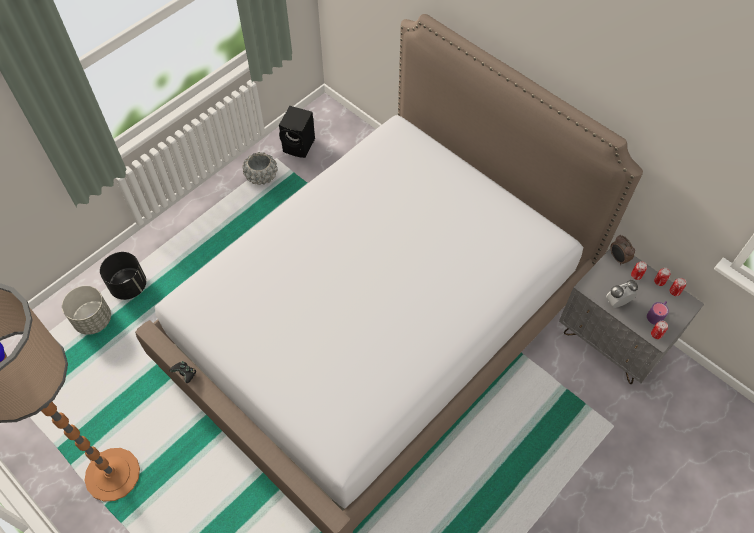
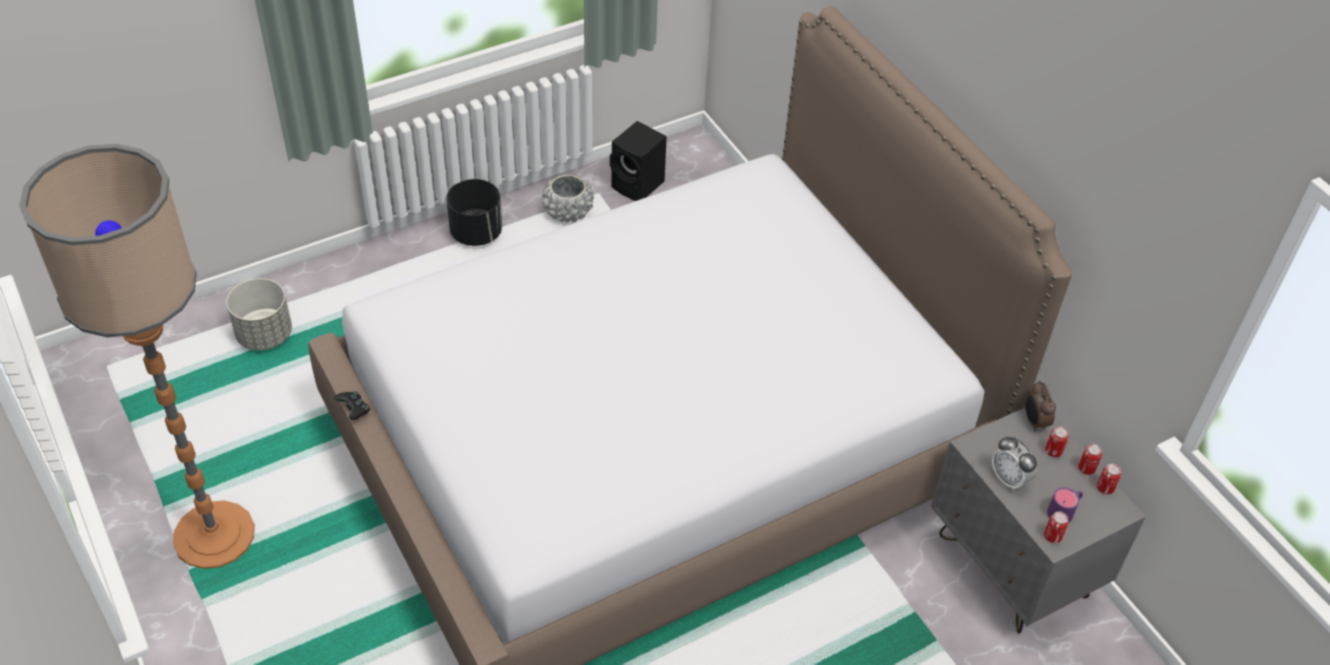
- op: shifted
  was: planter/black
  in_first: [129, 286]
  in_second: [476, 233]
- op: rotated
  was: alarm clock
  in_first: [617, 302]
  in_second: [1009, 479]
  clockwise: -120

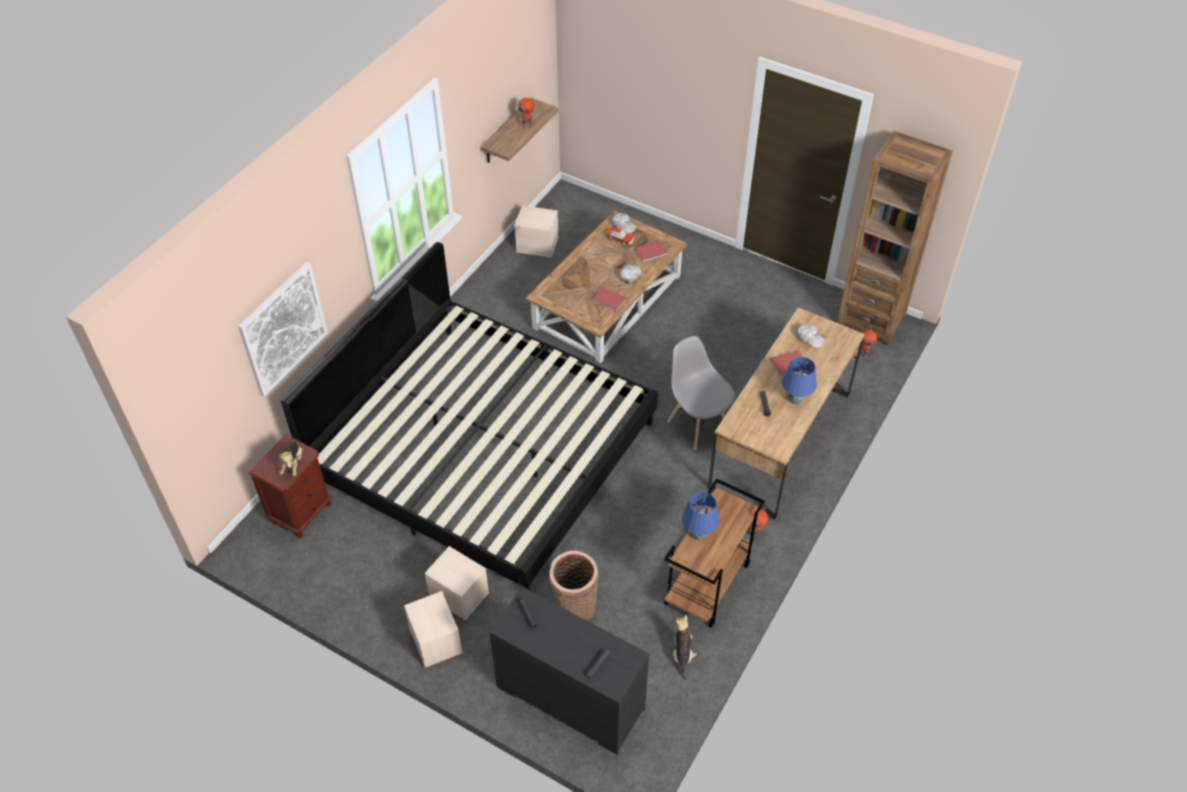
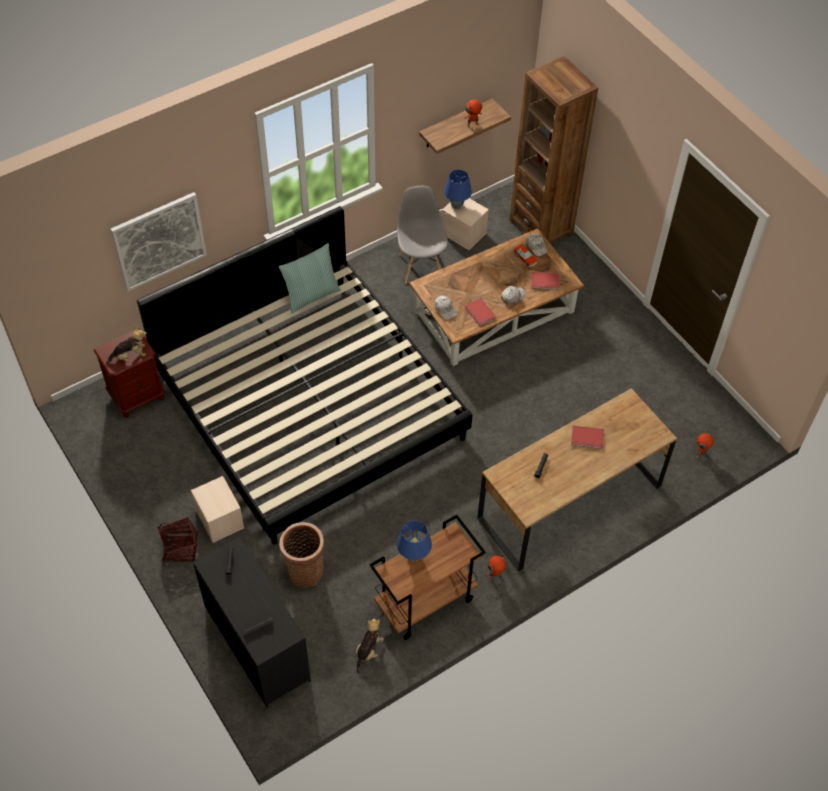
- op: rotated
  was: plush toy
  in_first: [293, 464]
  in_second: [130, 356]
  clockwise: -135
- op: swapped
  was: storage box/beige
  now: basket
  in_first: [434, 640]
  in_second: [180, 548]
- op: shifted
  was: chair/grey
  in_first: [697, 424]
  in_second: [421, 265]
- op: shifted
  was: table lamp/blue
  in_first: [796, 400]
  in_second: [457, 206]
- op: shifted
  was: cap/white
  in_first: [810, 338]
  in_second: [445, 309]
- op: shifted
  was: bookcase/brown
  in_first: [870, 321]
  in_second: [541, 227]
- op: new
  now: pillow
  in_second: [311, 295]

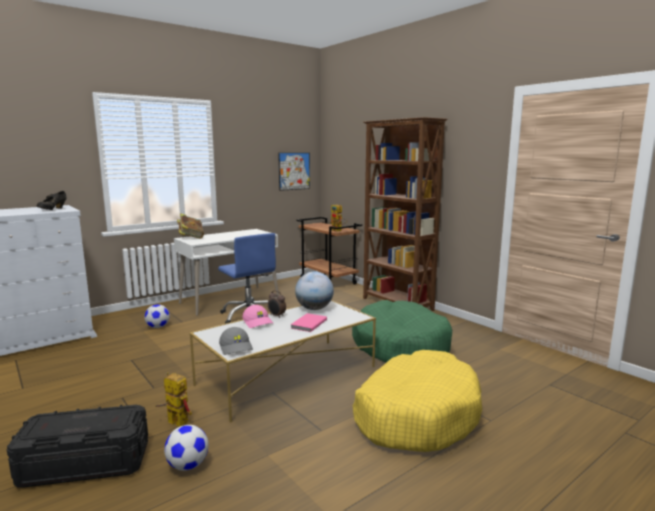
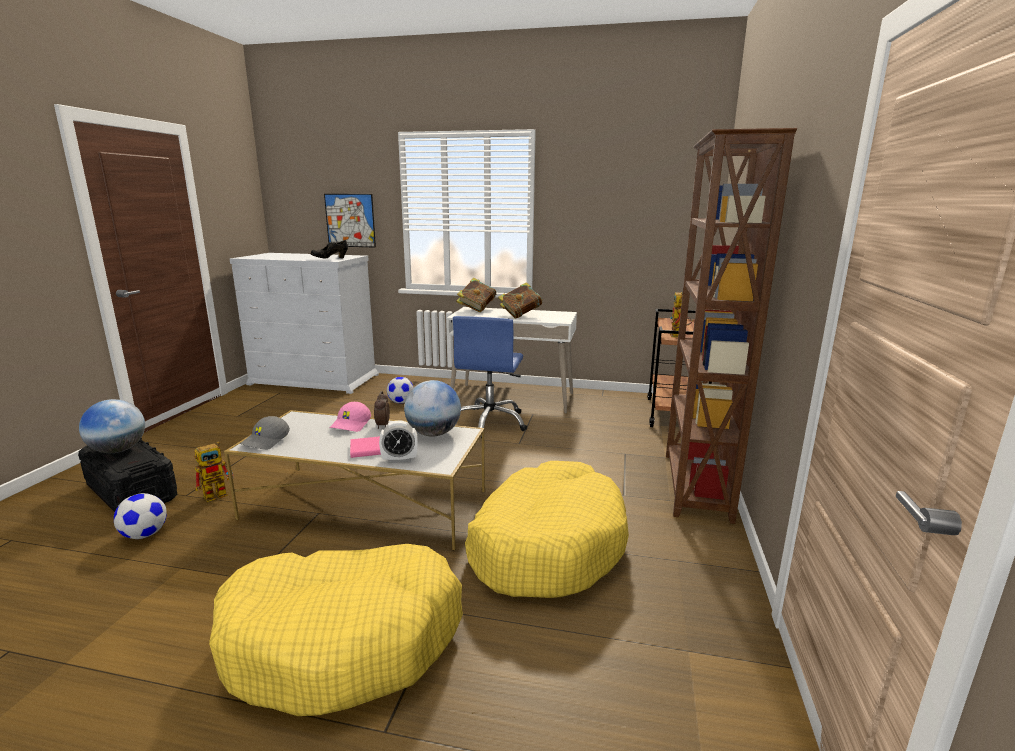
- op: rotated
  was: toy robot
  in_first: [174, 422]
  in_second: [220, 493]
  clockwise: 60
- op: shifted
  was: picture
  in_first: [294, 171]
  in_second: [350, 220]
- op: repainted
  was: dog bed/green
  now: dog bed/yellow
  in_first: [400, 346]
  in_second: [546, 545]
- op: new
  now: globe
  in_second: [118, 450]
- op: new
  now: alarm clock
  in_second: [399, 459]
- op: new
  now: book
  in_second: [520, 315]

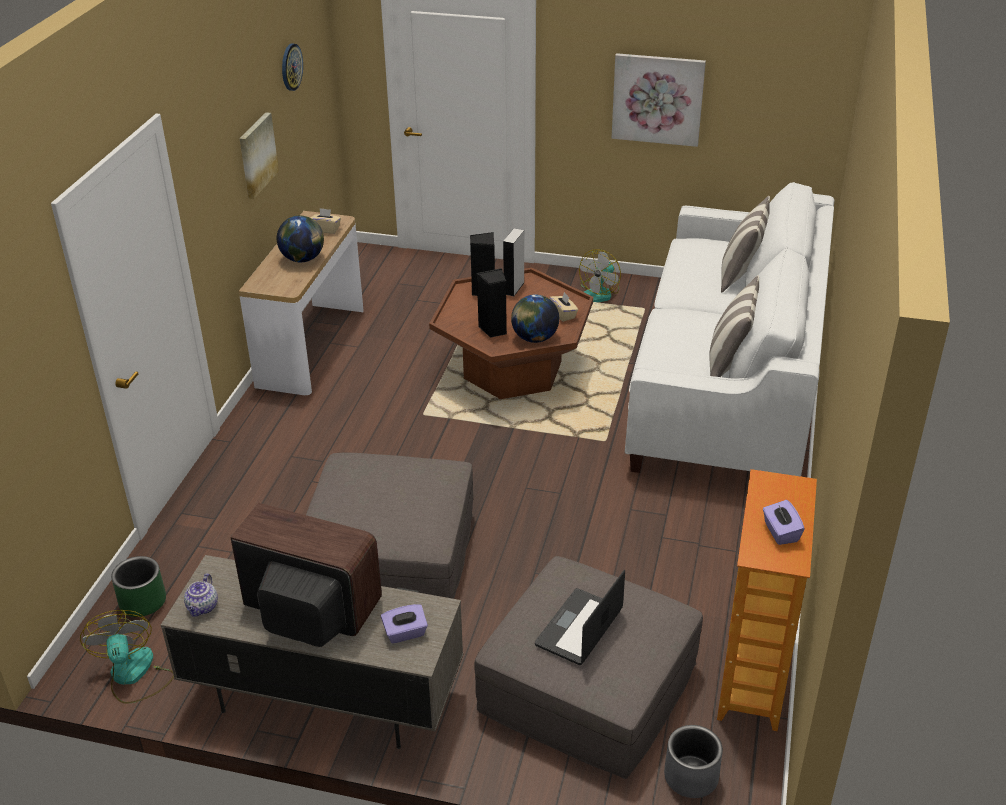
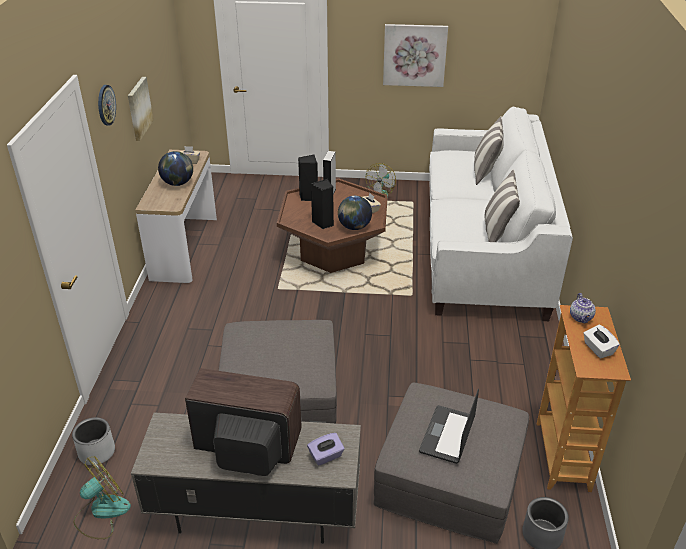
- op: rotated
  was: fan
  in_first: [134, 675]
  in_second: [102, 512]
  clockwise: 75
- op: repainted
  was: planter/green
  now: planter/grey
  in_first: [143, 601]
  in_second: [97, 452]
- op: shifted
  was: teapot
  in_first: [203, 607]
  in_second: [581, 318]
- op: shifted
  was: wall clock
  in_first: [291, 67]
  in_second: [105, 105]
- op: repainted
  was: tissue box/purple
  now: tissue box/white
  in_first: [780, 532]
  in_second: [598, 349]

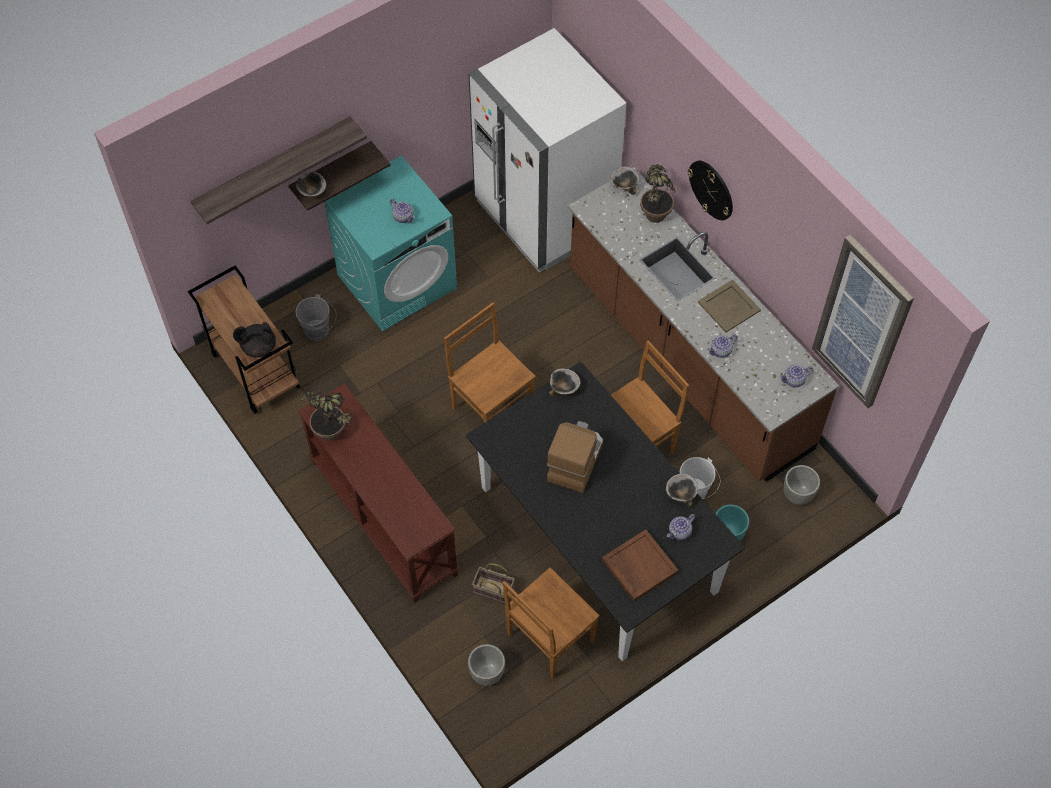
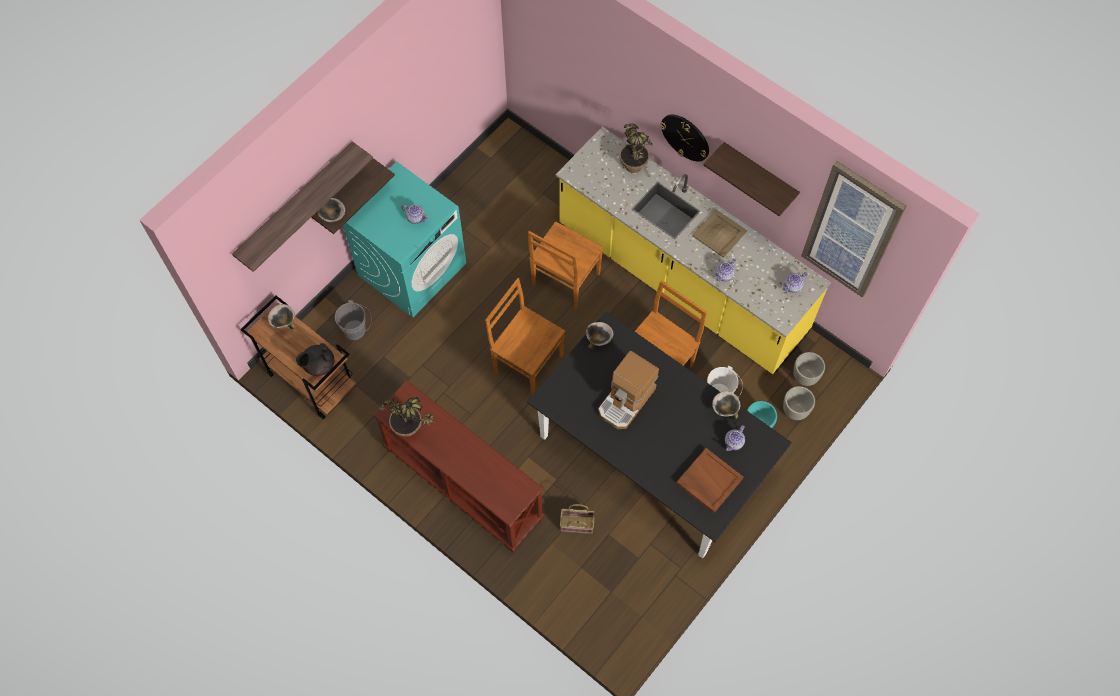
- op: shifted
  was: planter/grey
  in_first: [487, 673]
  in_second: [795, 411]
- op: gone
  was: fridge/white
  in_first: [544, 215]
- op: shifted
  was: chair/brown
  in_first: [548, 639]
  in_second: [564, 280]
- op: rotated
  was: coffee machine
  in_first: [574, 460]
  in_second: [627, 401]
  clockwise: -150
- op: repainted
  was: counter/brown
  now: counter/yellow
  in_first: [687, 360]
  in_second: [680, 281]
- op: shifted
  was: bowl
  in_first: [624, 185]
  in_second: [283, 321]
- op: new
  now: shelf
  in_second: [759, 175]

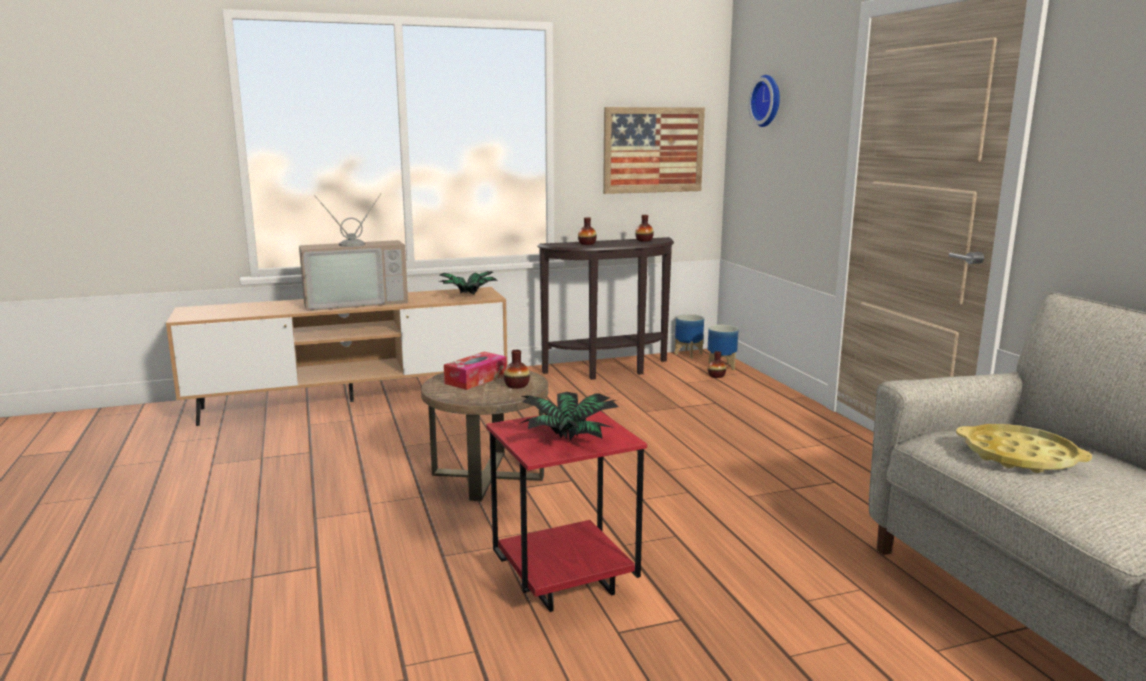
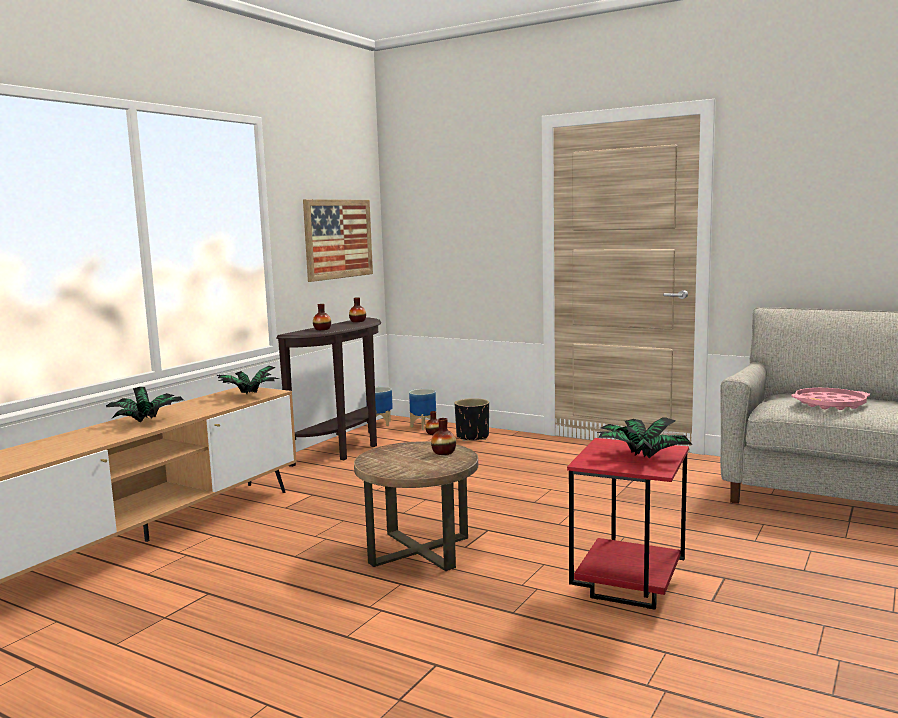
- op: swapped
  was: television
  now: potted plant
  in_first: [356, 302]
  in_second: [147, 421]
- op: gone
  was: tissue box
  in_first: [476, 379]
- op: gone
  was: wall clock
  in_first: [768, 101]
- op: repainted
  was: tray/yellow
  now: tray/pink
  in_first: [1019, 456]
  in_second: [830, 404]
- op: new
  now: planter/black
  in_second: [472, 437]

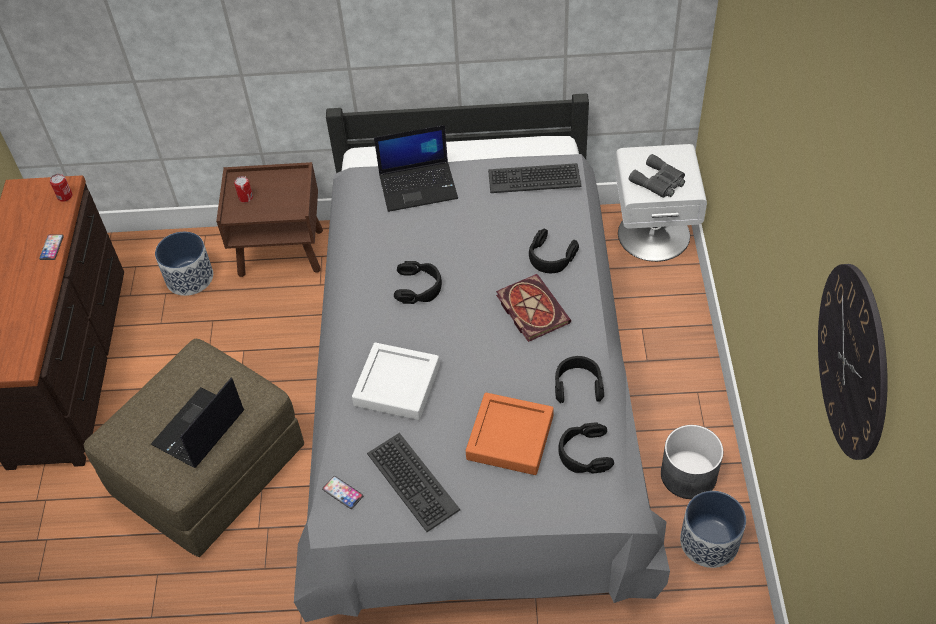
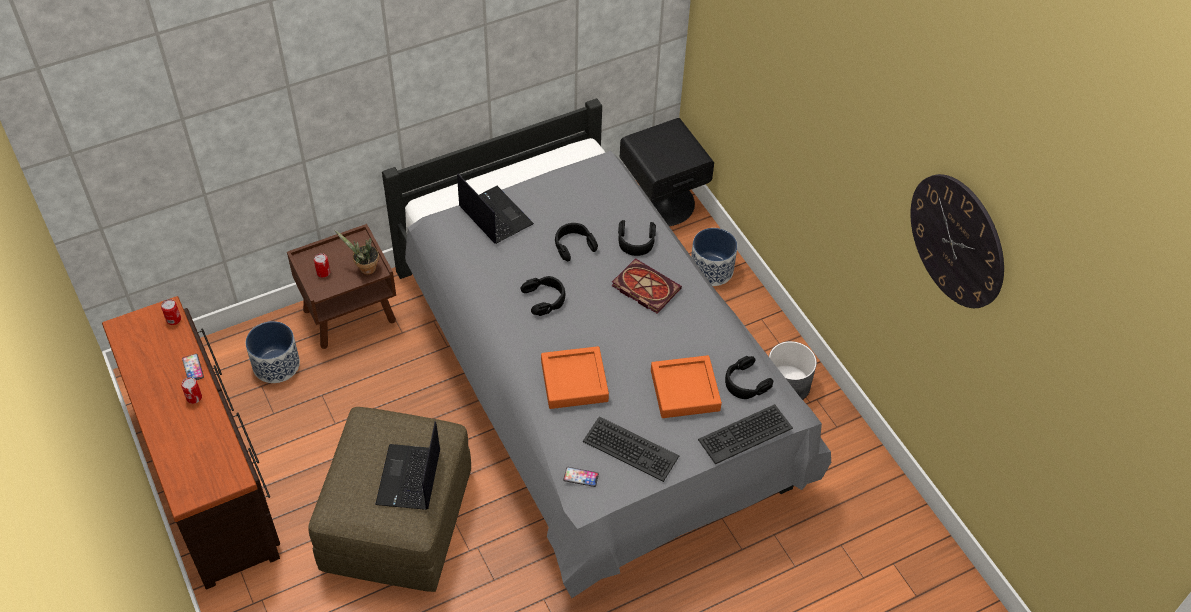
- op: repainted
  was: tray/white
  now: tray/orange
  in_first: [397, 385]
  in_second: [574, 381]
- op: rotated
  was: laptop
  in_first: [419, 186]
  in_second: [494, 215]
  clockwise: -90
- op: shifted
  was: keyboard
  in_first: [534, 178]
  in_second: [745, 434]
- op: shifted
  was: headphones/black
  in_first: [578, 384]
  in_second: [573, 245]
- op: repainted
  was: nightstand/white
  now: nightstand/black
  in_first: [653, 233]
  in_second: [662, 202]
- op: gone
  was: binoculars/grey
  in_first: [659, 182]
- op: shifted
  was: planter
  in_first: [709, 542]
  in_second: [712, 270]
- op: new
  now: can
  in_second: [194, 397]
- op: new
  now: potted plant
  in_second: [365, 269]

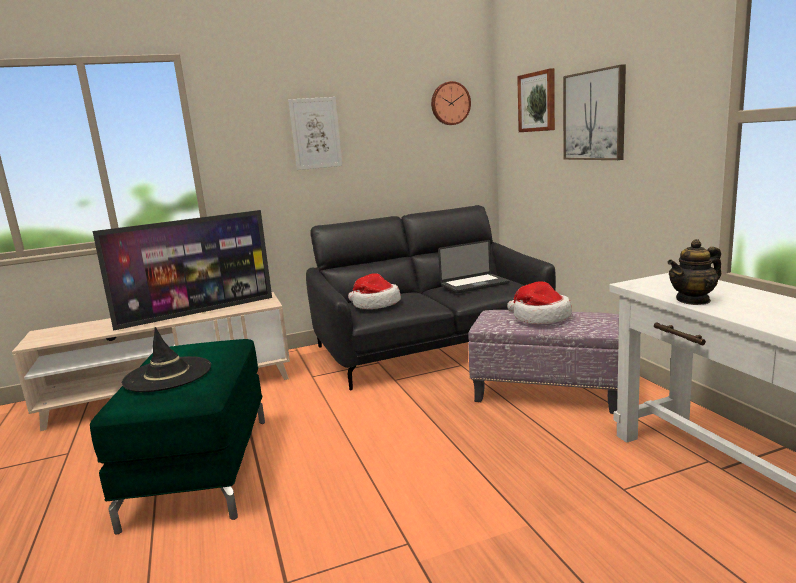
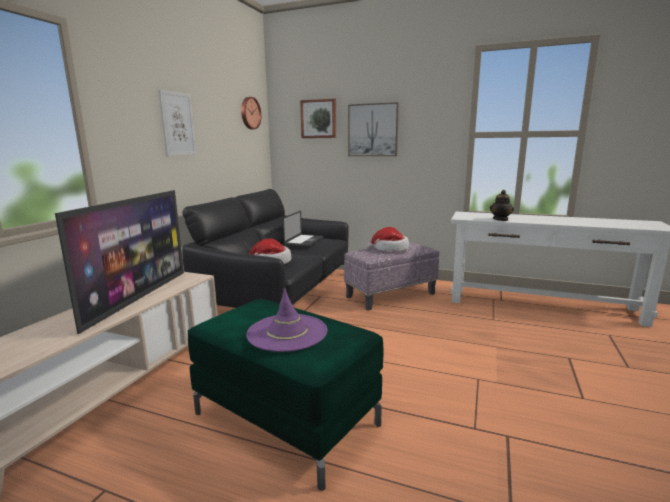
- op: repainted
  was: hat/black
  now: hat/purple
  in_first: [168, 375]
  in_second: [287, 332]

